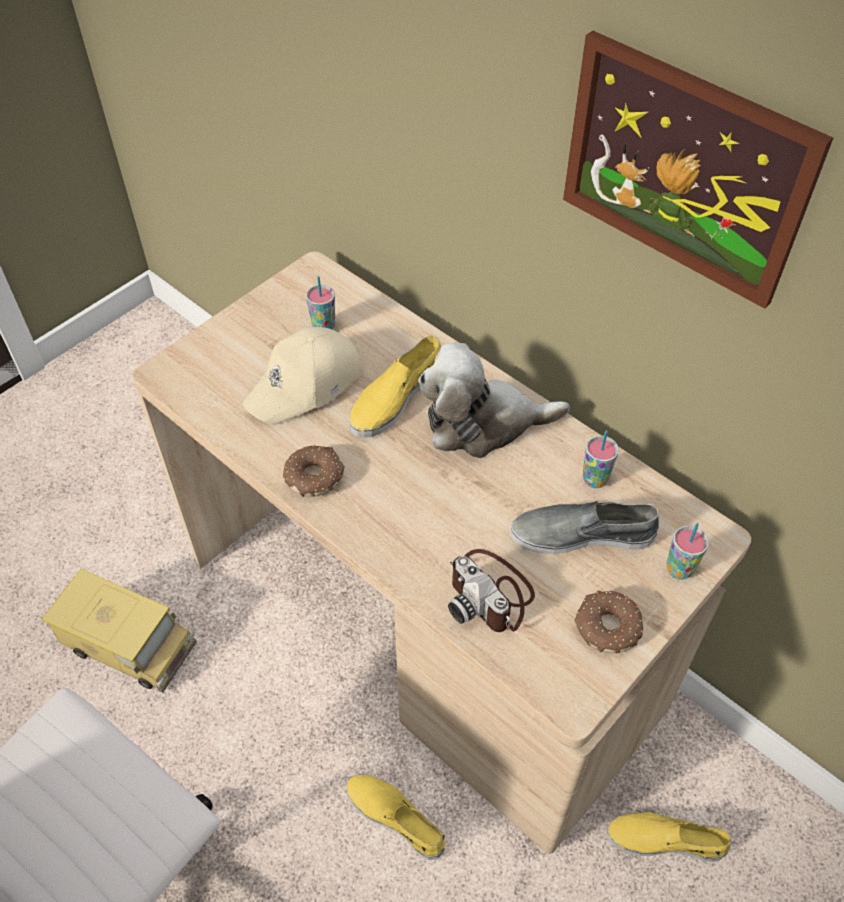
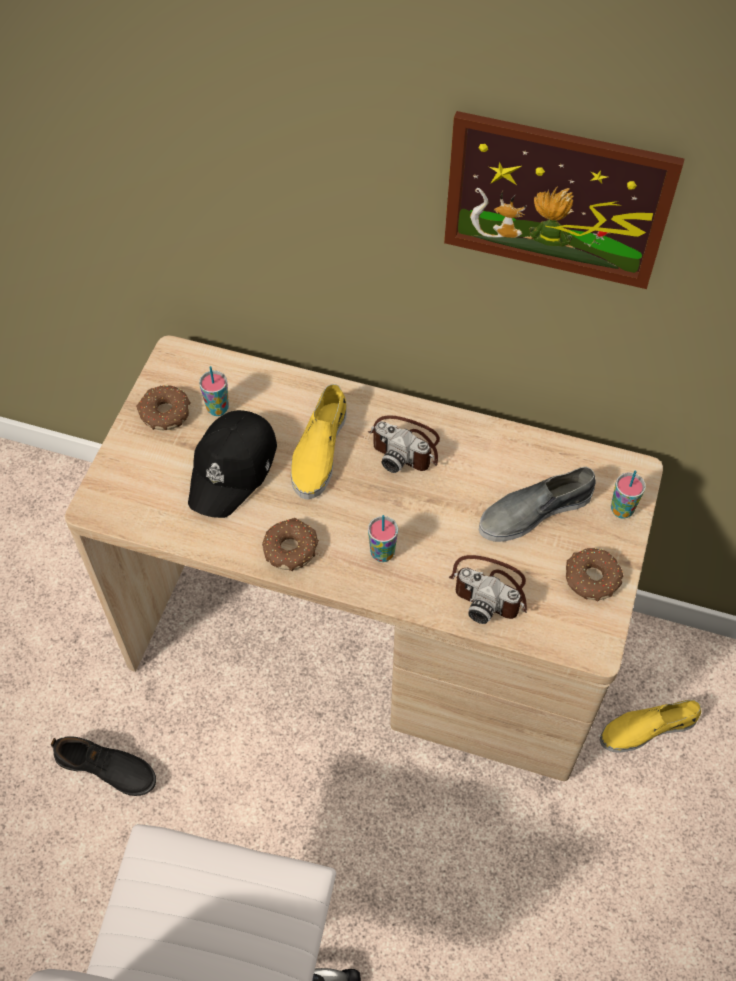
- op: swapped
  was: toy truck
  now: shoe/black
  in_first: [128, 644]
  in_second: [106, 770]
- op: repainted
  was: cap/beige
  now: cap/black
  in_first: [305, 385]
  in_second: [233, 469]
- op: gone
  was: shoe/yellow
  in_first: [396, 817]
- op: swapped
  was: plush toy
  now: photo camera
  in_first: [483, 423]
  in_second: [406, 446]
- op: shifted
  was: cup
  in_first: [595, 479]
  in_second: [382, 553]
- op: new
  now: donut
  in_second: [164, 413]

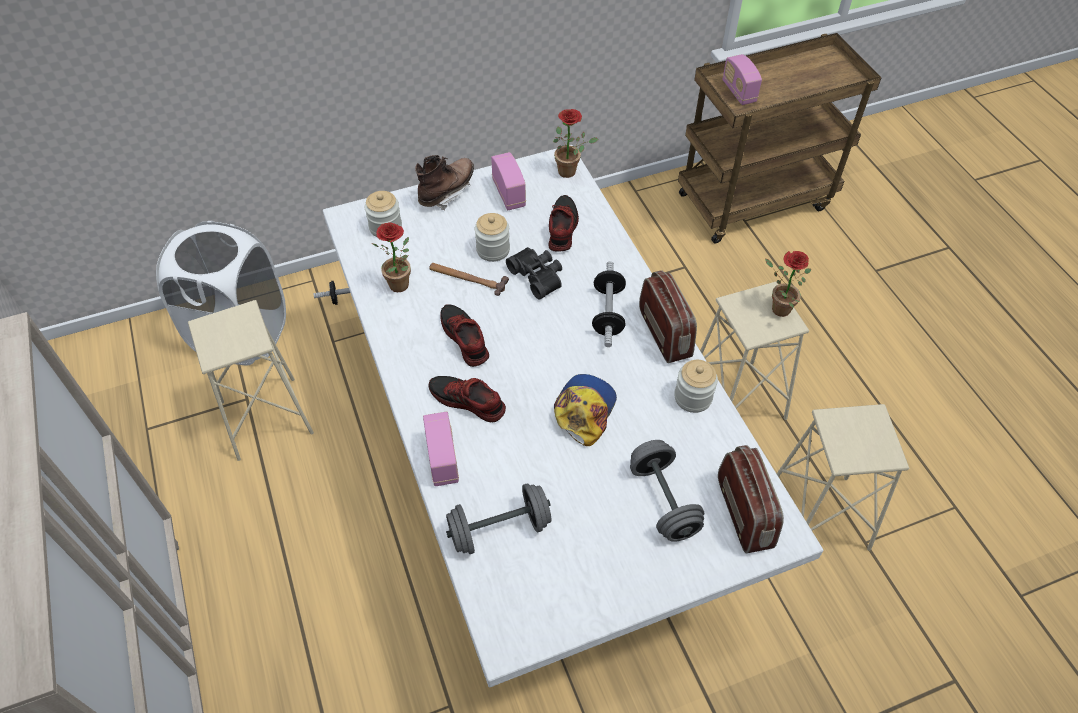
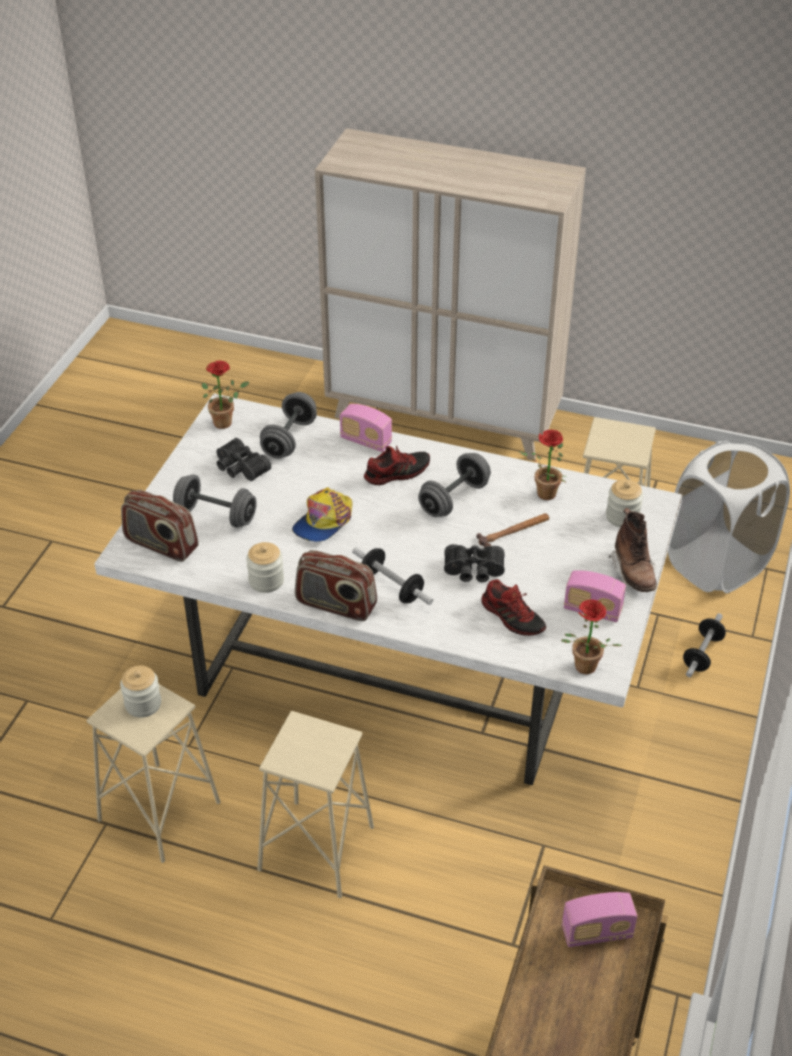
- op: swapped
  was: shoe
  now: dumbbell/grey
  in_first: [464, 339]
  in_second: [454, 499]
- op: shifted
  was: jar
  in_first: [493, 250]
  in_second: [143, 704]
- op: rotated
  was: cap
  in_first: [584, 410]
  in_second: [323, 521]
  clockwise: 60
- op: rotated
  was: radio
  in_first: [738, 92]
  in_second: [596, 933]
  clockwise: 150
- op: shifted
  was: potted plant
  in_first: [776, 308]
  in_second: [226, 422]
- op: new
  now: binoculars/black
  in_second: [239, 468]

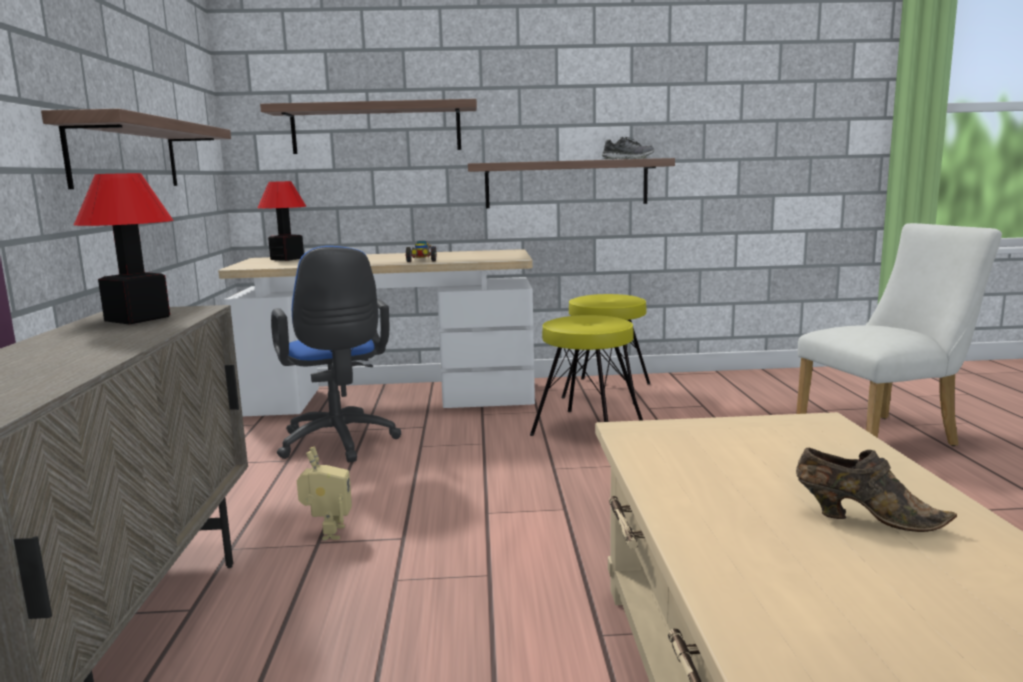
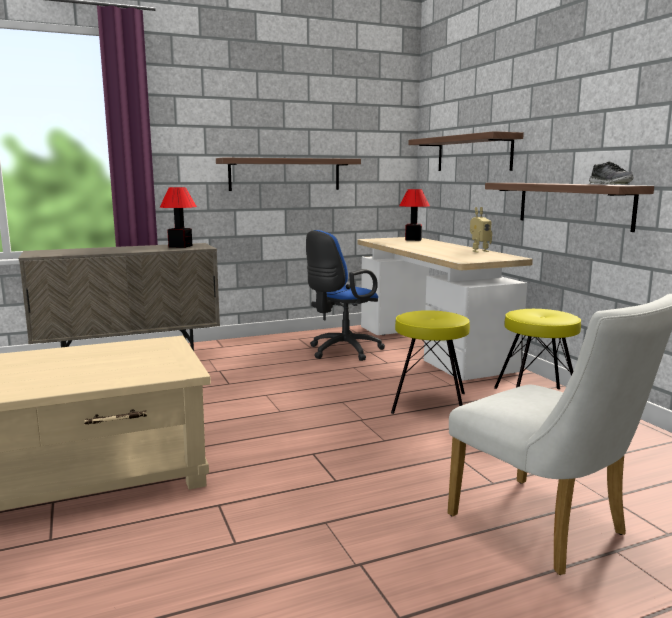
- op: shifted
  was: toy robot
  in_first: [328, 533]
  in_second: [478, 251]
- op: gone
  was: toy car
  in_first: [422, 260]
- op: gone
  was: shoe/brown
  in_first: [864, 518]

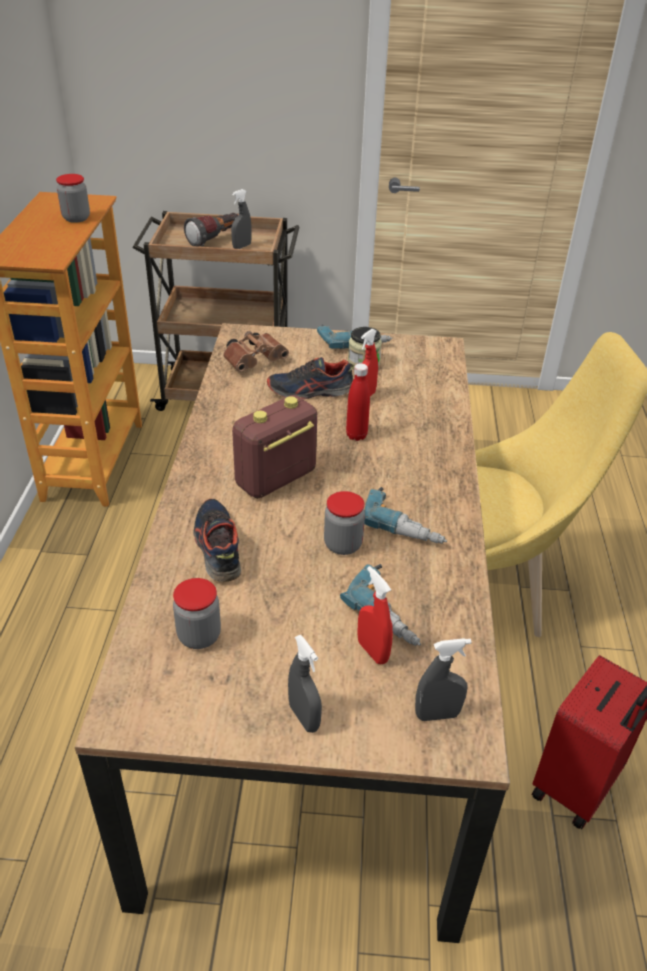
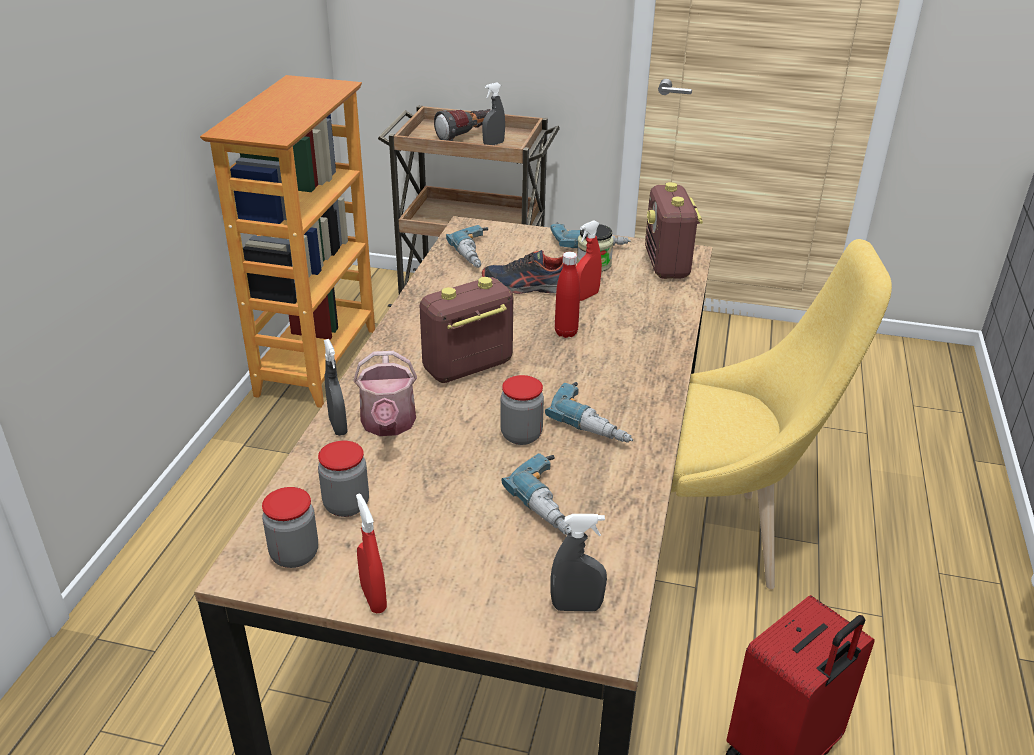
- op: shifted
  was: jar
  in_first: [76, 218]
  in_second: [294, 554]
- op: swapped
  was: shoe
  now: watering can
  in_first: [217, 547]
  in_second: [388, 425]
- op: swapped
  was: binoculars/brown
  now: power drill
  in_first: [256, 361]
  in_second: [478, 254]
- op: shifted
  was: spray bottle/grey
  in_first: [304, 717]
  in_second: [338, 426]
- op: shifted
  was: spray bottle/red
  in_first: [372, 651]
  in_second: [373, 598]
- op: new
  now: radio
  in_second: [667, 265]

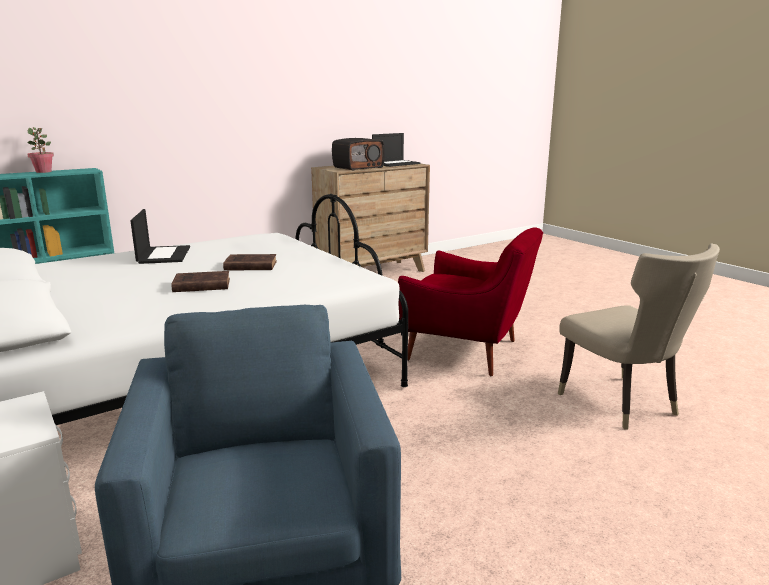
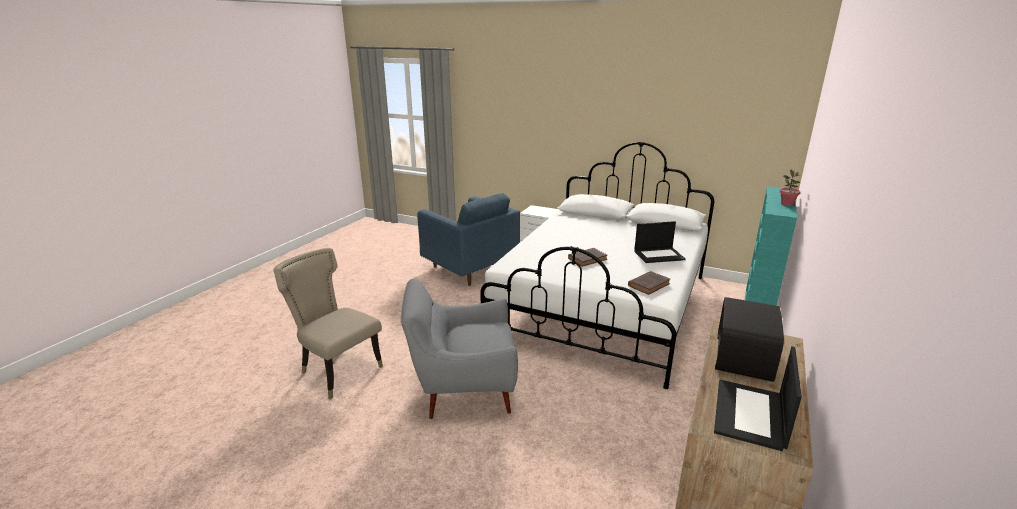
- op: rotated
  was: laptop
  in_first: [163, 255]
  in_second: [659, 255]
  clockwise: -60
- op: shifted
  was: book/brown
  in_first: [200, 285]
  in_second: [649, 284]
- op: repainted
  was: armchair/red
  now: armchair/grey
  in_first: [468, 351]
  in_second: [463, 389]

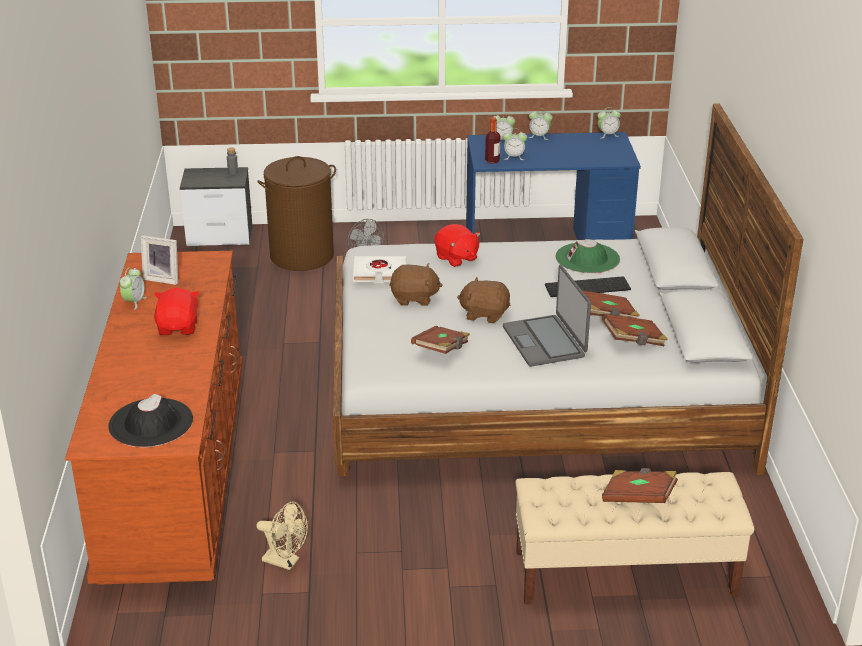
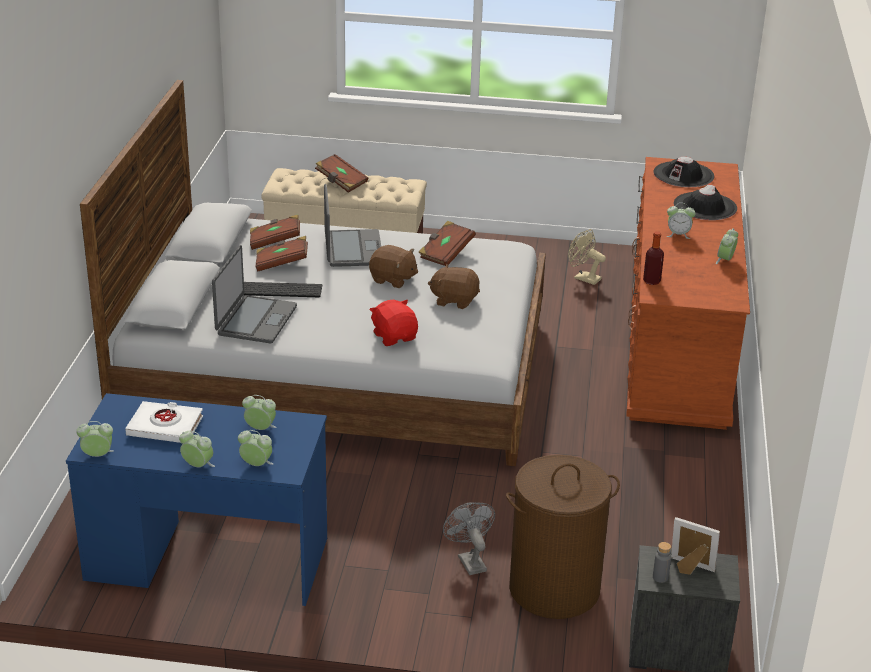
- op: shifted
  was: picture frame
  in_first: [163, 278]
  in_second: [690, 569]
- op: swapped
  was: plush toy/red
  now: alarm clock
  in_first: [178, 327]
  in_second: [678, 234]
- op: shifted
  was: book/white
  in_first: [379, 273]
  in_second: [165, 427]
- op: shifted
  was: bottle
  in_first: [492, 161]
  in_second: [651, 281]
- op: swapped
  was: hat/green
  now: laptop
  in_first: [587, 258]
  in_second: [255, 320]
- op: new
  now: hat/black
  in_second: [705, 206]

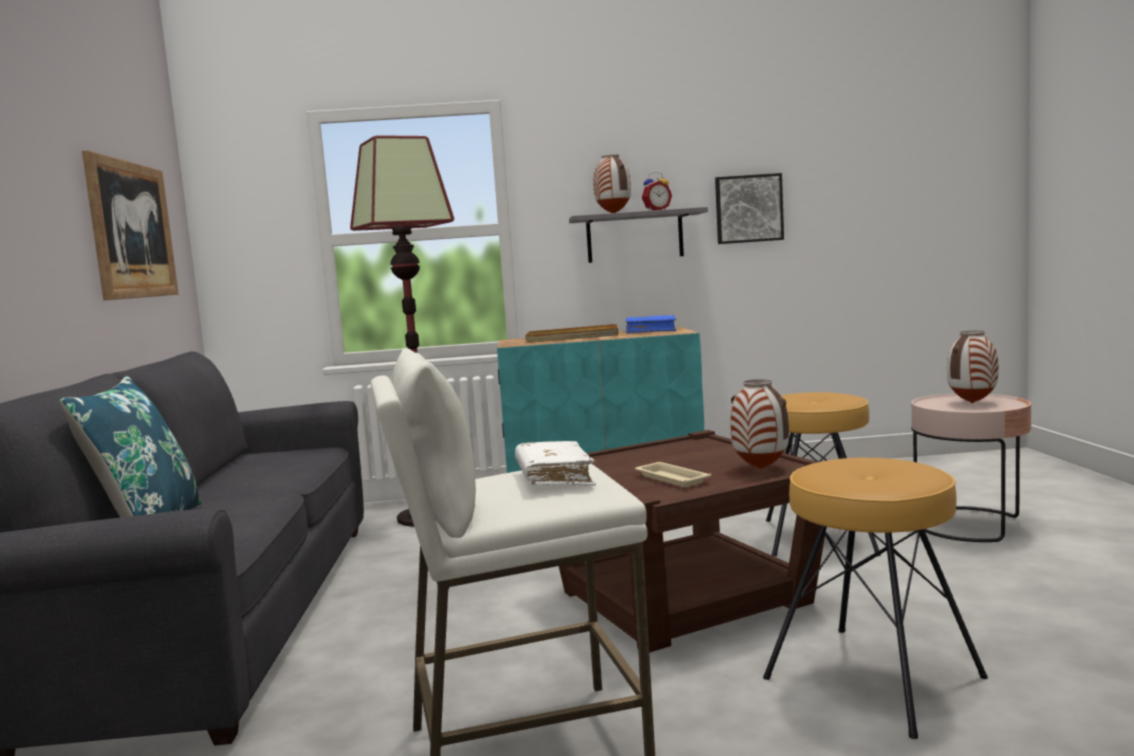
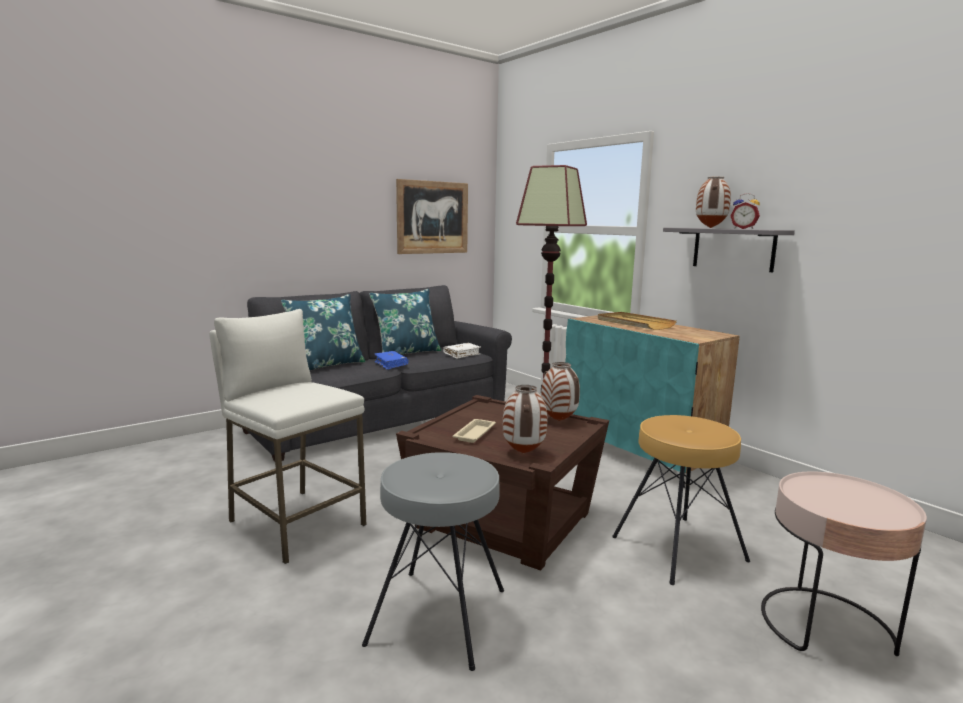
- op: shifted
  was: book/white
  in_first: [554, 478]
  in_second: [462, 354]
- op: shifted
  was: book/blue
  in_first: [650, 331]
  in_second: [391, 364]
- op: gone
  was: picture
  in_first: [748, 209]
- op: repainted
  was: stool/brown
  now: stool/grey
  in_first: [873, 676]
  in_second: [439, 616]
- op: shifted
  was: vase
  in_first: [972, 403]
  in_second: [559, 421]
- op: new
  now: pillow/blue
  in_second: [406, 353]

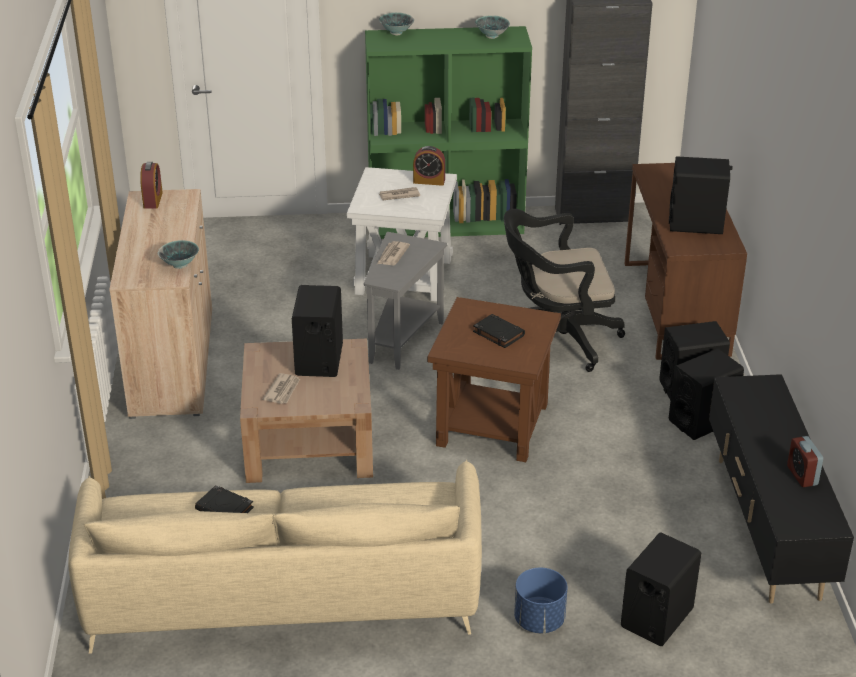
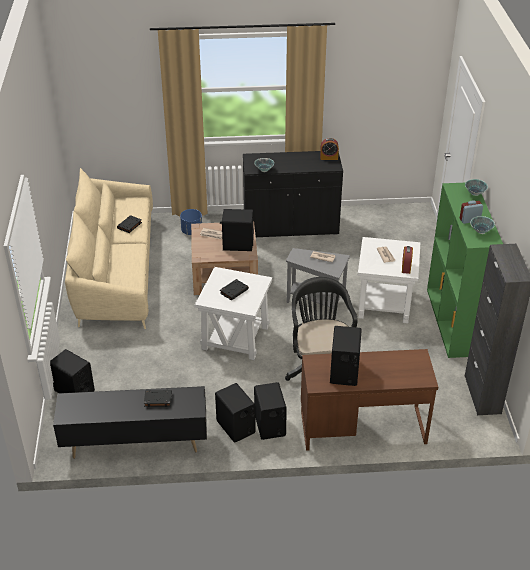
- op: repainted
  was: cabinet/beige
  now: cabinet/black
  in_first: [173, 362]
  in_second: [290, 226]
- op: repainted
  was: side table/brown
  now: side table/white
  in_first: [493, 425]
  in_second: [234, 338]
- op: shifted
  was: planter/blue
  in_first: [539, 620]
  in_second: [191, 231]
- op: shifted
  was: alarm clock
  in_first: [802, 475]
  in_second: [469, 220]
- op: new
  now: book/black
  in_second: [157, 400]

